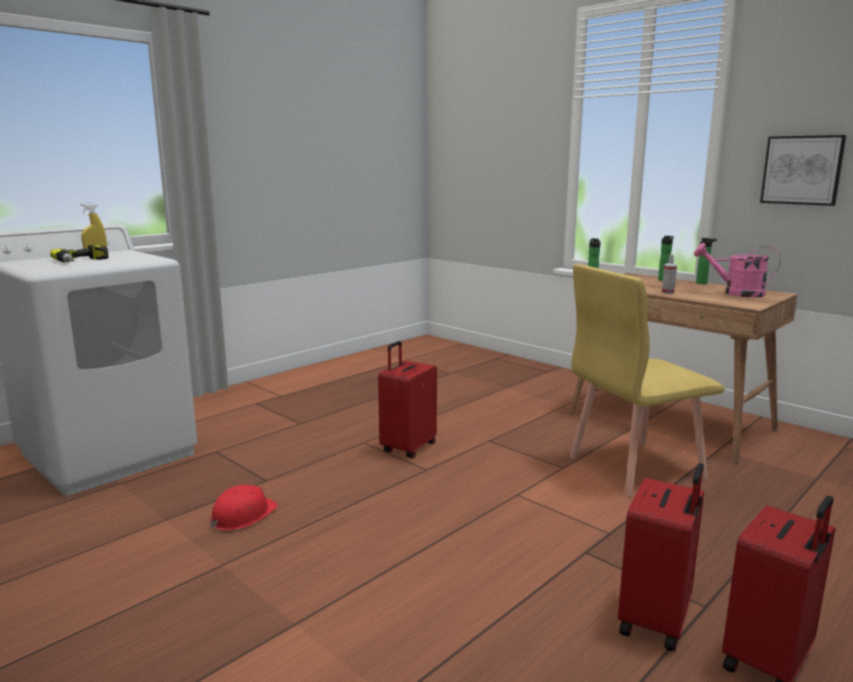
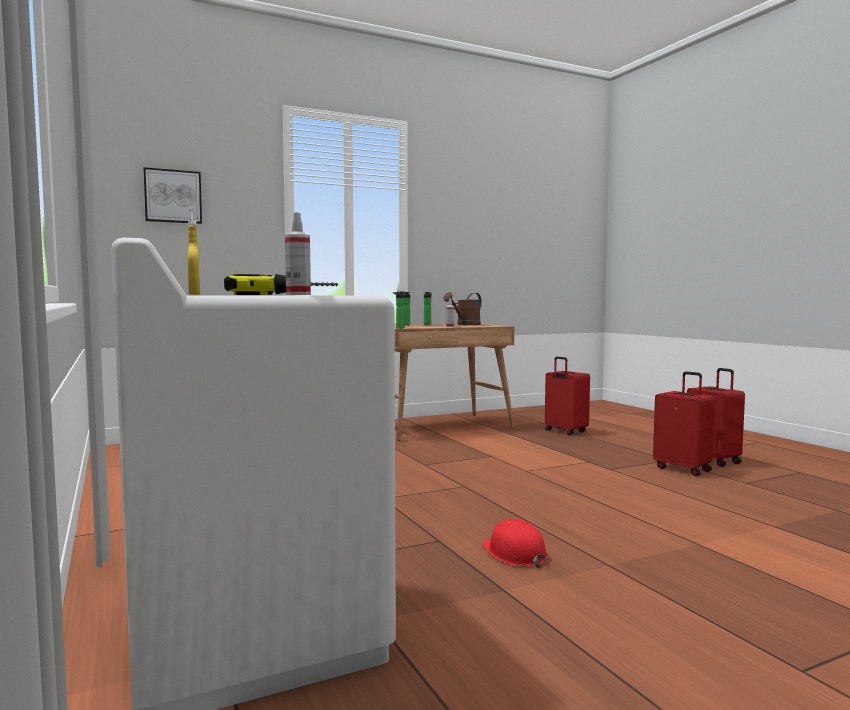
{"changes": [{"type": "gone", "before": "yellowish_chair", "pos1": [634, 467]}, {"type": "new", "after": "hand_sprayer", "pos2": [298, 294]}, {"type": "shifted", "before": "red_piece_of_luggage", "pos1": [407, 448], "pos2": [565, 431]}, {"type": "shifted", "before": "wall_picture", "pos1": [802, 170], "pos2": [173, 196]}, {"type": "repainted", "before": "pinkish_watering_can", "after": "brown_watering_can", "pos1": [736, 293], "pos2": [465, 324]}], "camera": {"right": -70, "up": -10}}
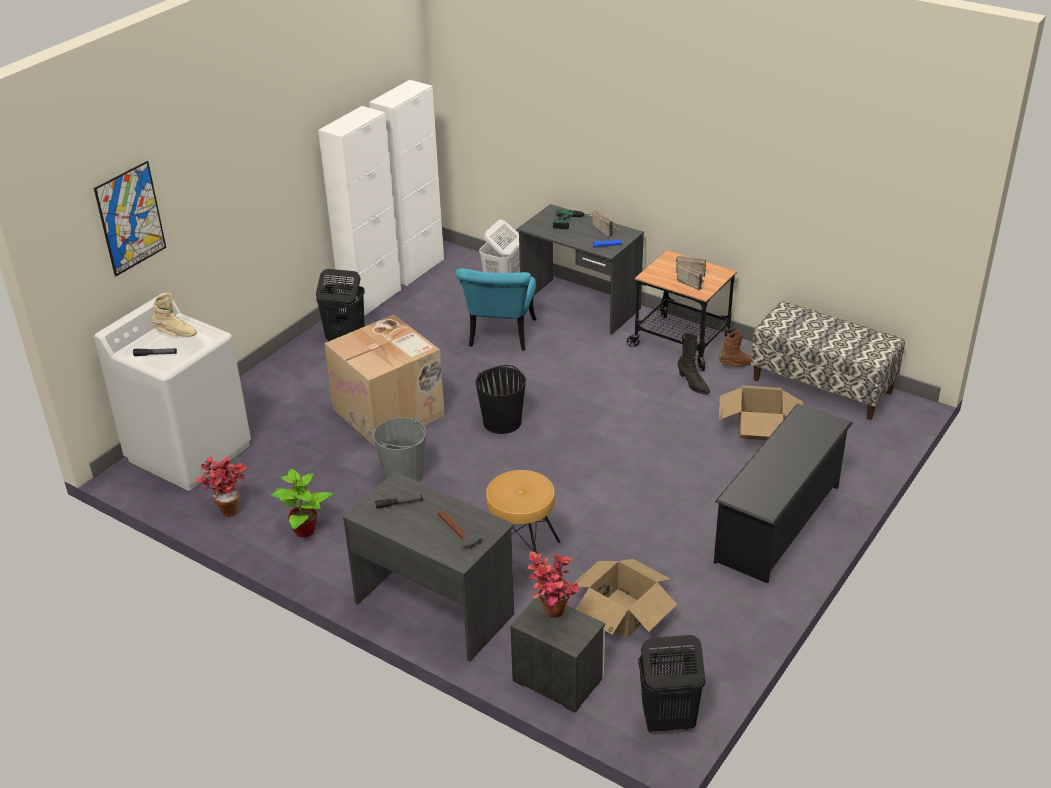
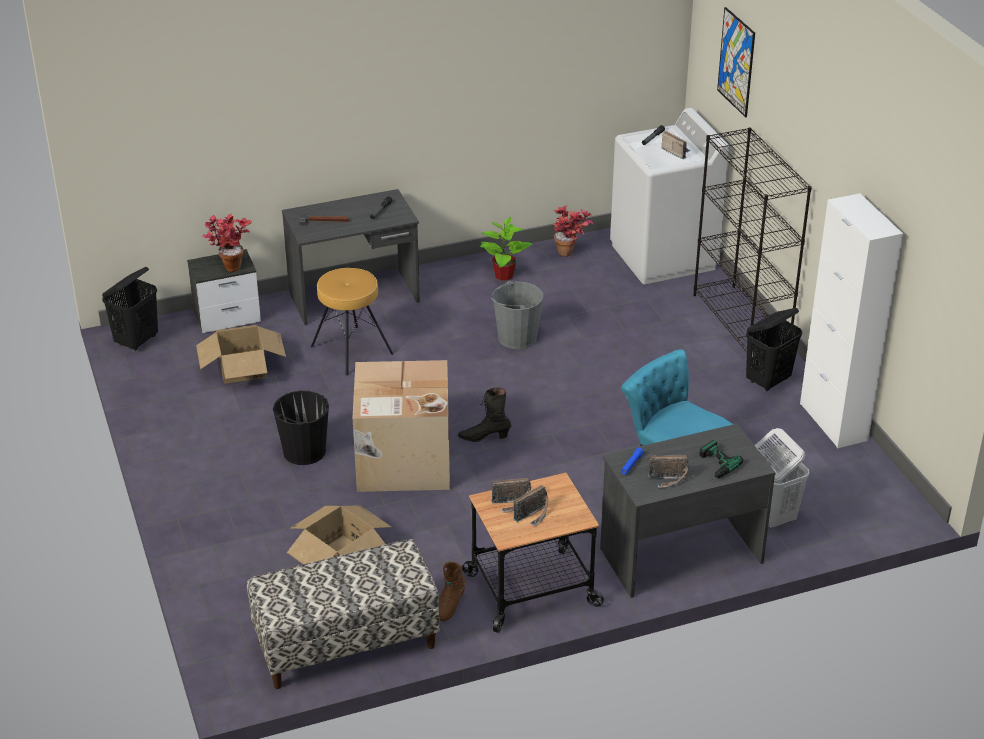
{"changes": [{"type": "gone", "before": "whitish_storage_cabinet", "pos1": [415, 269]}, {"type": "gone", "before": "black_shoe_rack", "pos1": [778, 523]}, {"type": "new", "after": "black_shelving_unit", "pos2": [741, 322]}, {"type": "shifted", "before": "carton", "pos1": [390, 412], "pos2": [402, 462]}, {"type": "shifted", "before": "black_water_bucket", "pos1": [502, 421], "pos2": [304, 451]}, {"type": "shifted", "before": "black_high-top_boot", "pos1": [693, 384], "pos2": [484, 437]}, {"type": "swapped", "before": "beige_high-top_boot", "after": "radio", "pos1": [175, 333], "pos2": [676, 152]}], "camera": {"right": 125, "up": 0}}
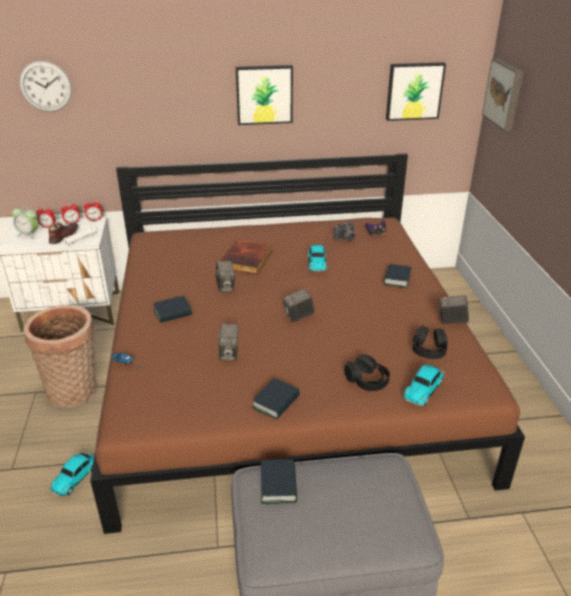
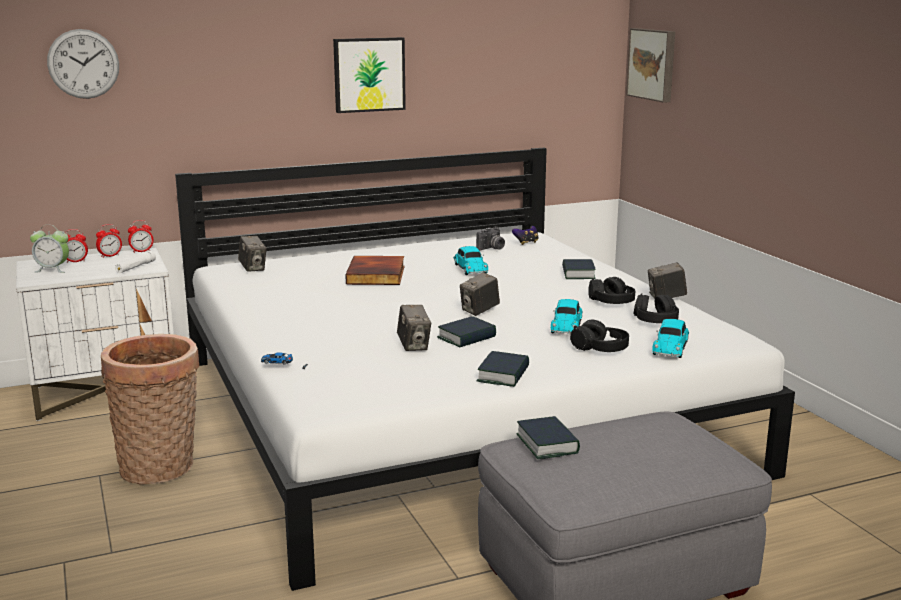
{"changes": [{"type": "gone", "before": "brown_item_of_footwear", "pos1": [63, 236]}, {"type": "gone", "before": "wall_picture", "pos1": [414, 91]}, {"type": "new", "after": "black_pair_of_headphones", "pos2": [611, 301]}, {"type": "shifted", "before": "model_car", "pos1": [76, 476], "pos2": [566, 325]}, {"type": "shifted", "before": "book", "pos1": [172, 312], "pos2": [466, 337]}, {"type": "shifted", "before": "still_camera", "pos1": [225, 287], "pos2": [253, 268]}, {"type": "repainted", "before": "brown_sleeping_bed", "after": "whitish_sleeping_bed", "pos1": [286, 370], "pos2": [451, 413]}], "camera": {"right": -15, "up": -15}}
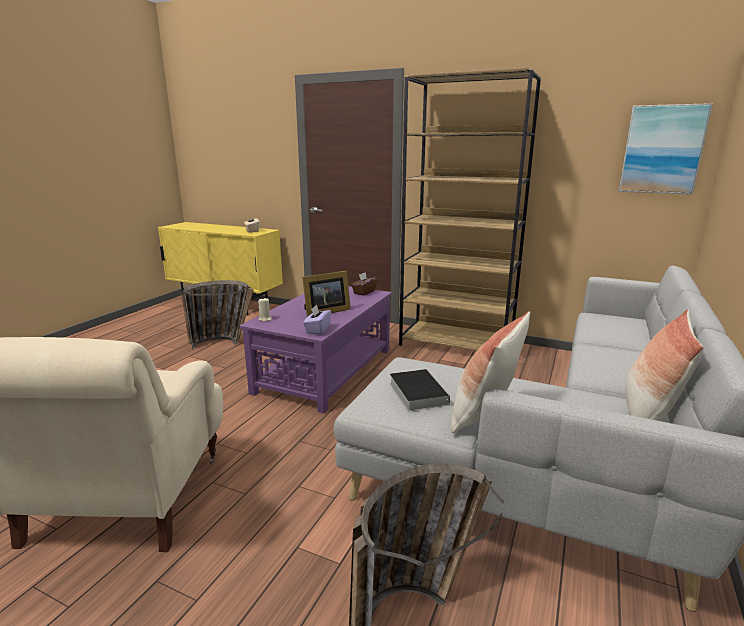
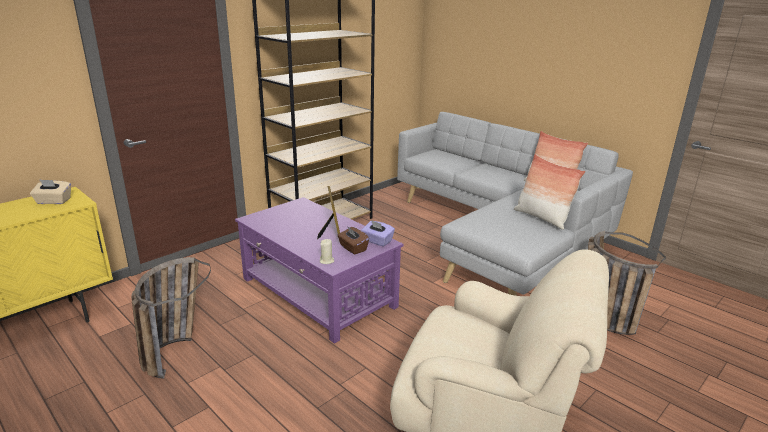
{"changes": [{"type": "gone", "before": "book", "pos1": [416, 392]}, {"type": "gone", "before": "wall_picture", "pos1": [662, 149]}, {"type": "shifted", "before": "brown_tissue_holder", "pos1": [364, 292], "pos2": [353, 248]}], "camera": {"right": -70, "up": 5}}
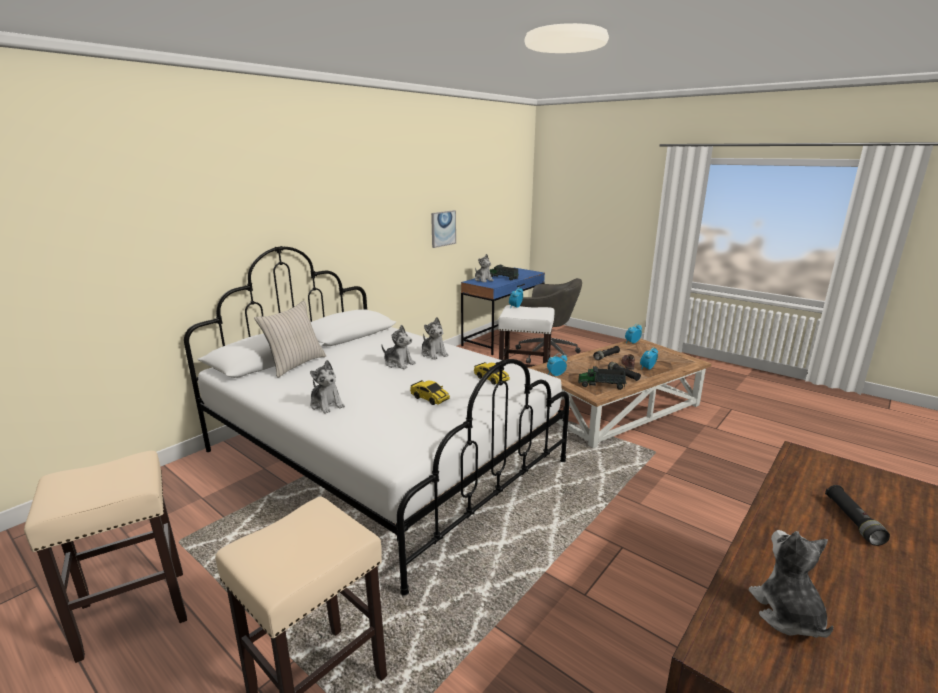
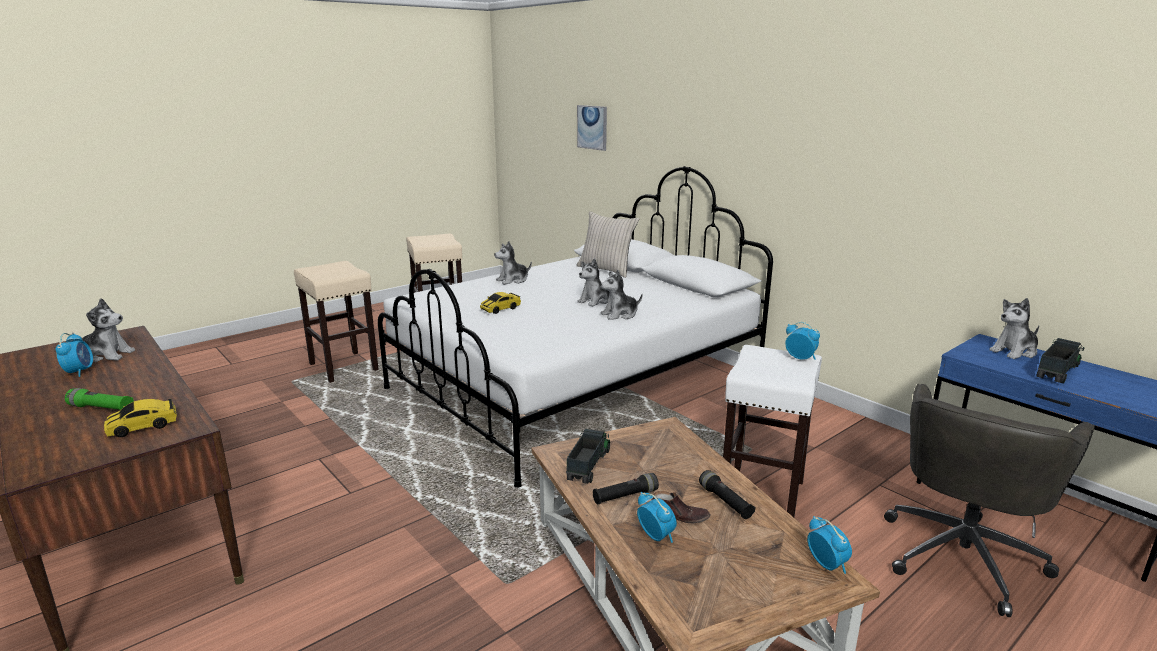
{"changes": [{"type": "shifted", "before": "wall_picture", "pos1": [443, 228], "pos2": [592, 127]}, {"type": "shifted", "before": "model_car", "pos1": [491, 379], "pos2": [143, 426]}, {"type": "shifted", "before": "bedside_clock", "pos1": [555, 375], "pos2": [80, 371]}, {"type": "repainted", "before": "black_flashlight", "after": "greenish_flashlight", "pos1": [852, 521], "pos2": [101, 408]}], "camera": {"right": 100, "up": 0}}
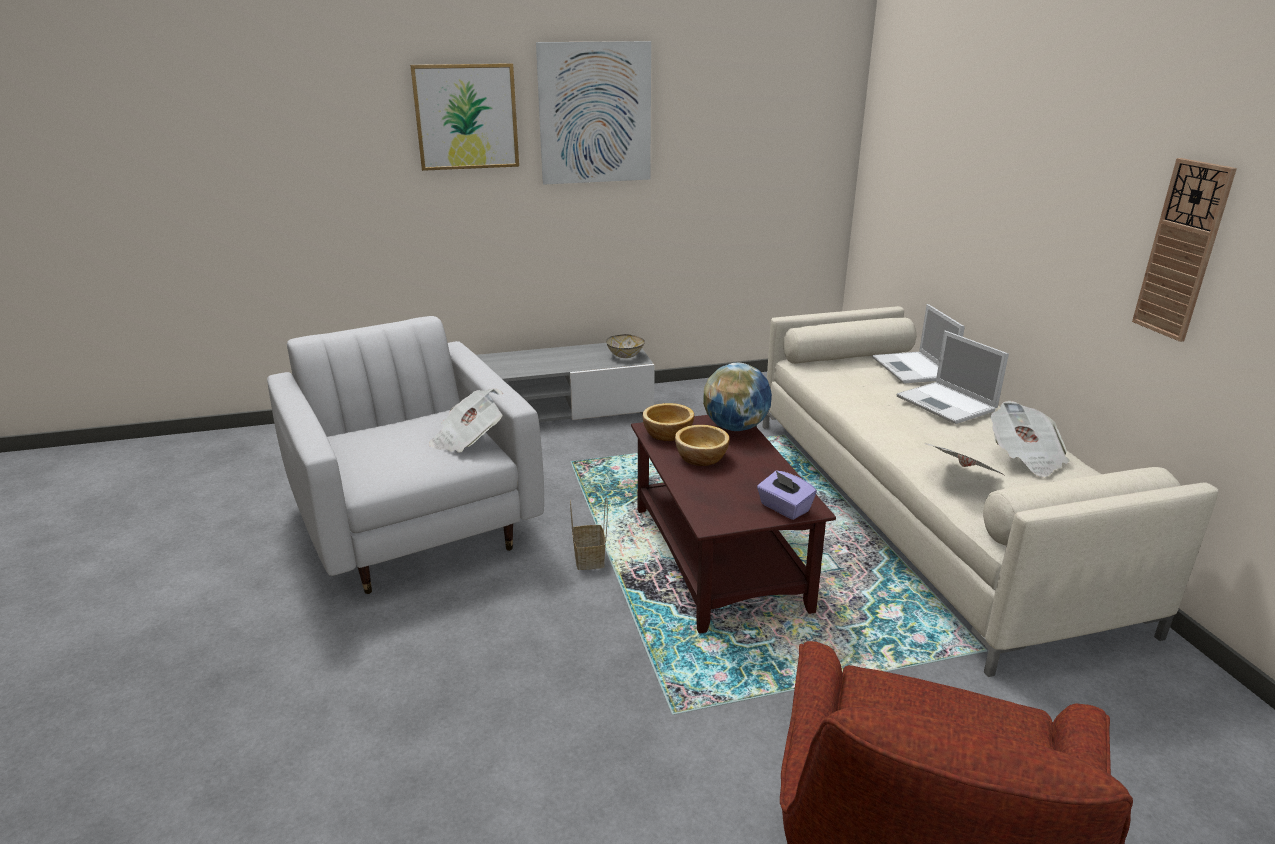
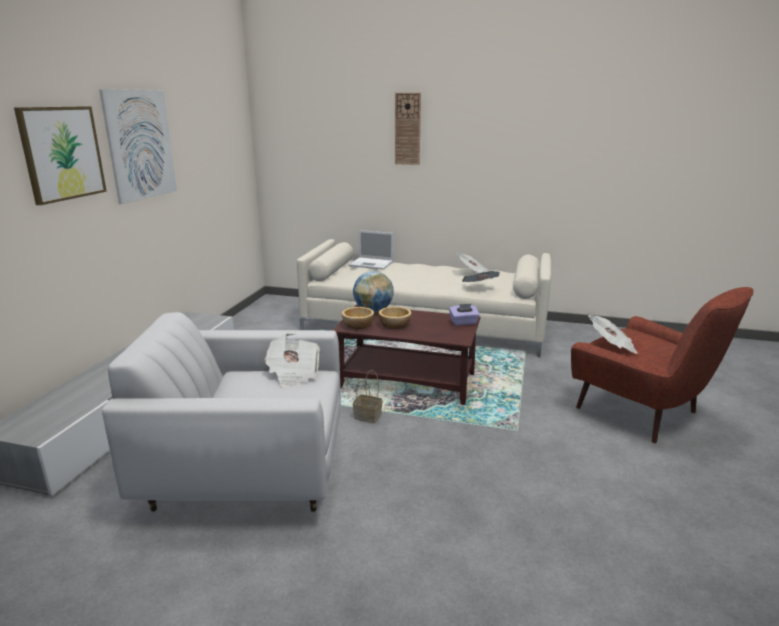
{"changes": [{"type": "gone", "before": "serving_bowl", "pos1": [625, 356]}, {"type": "gone", "before": "laptop", "pos1": [947, 404]}, {"type": "new", "after": "newspaper", "pos2": [611, 346]}, {"type": "shifted", "before": "hanging_clock", "pos1": [1182, 250], "pos2": [407, 129]}], "camera": {"right": -60, "up": -5}}
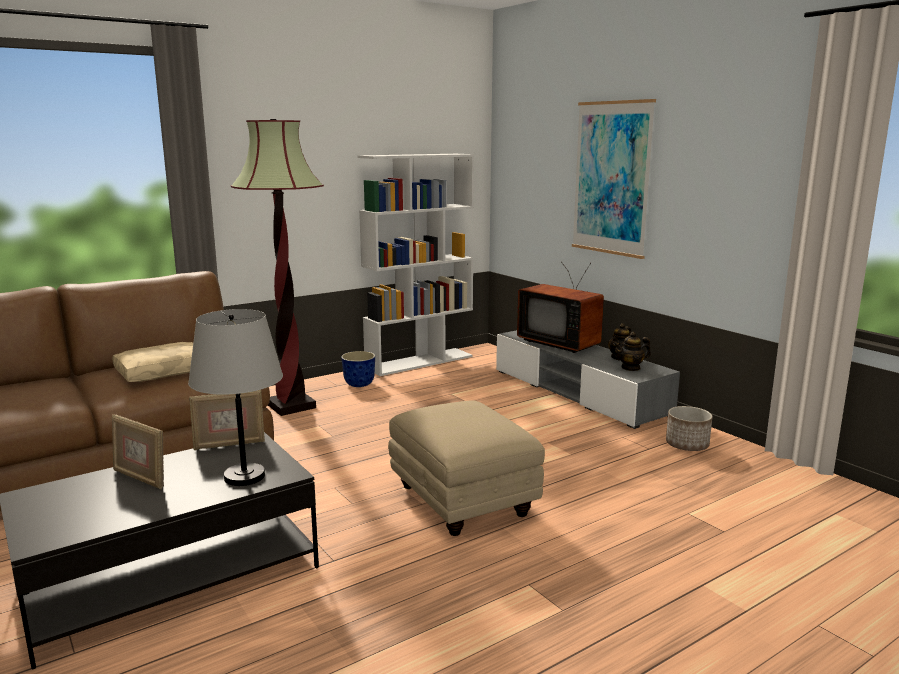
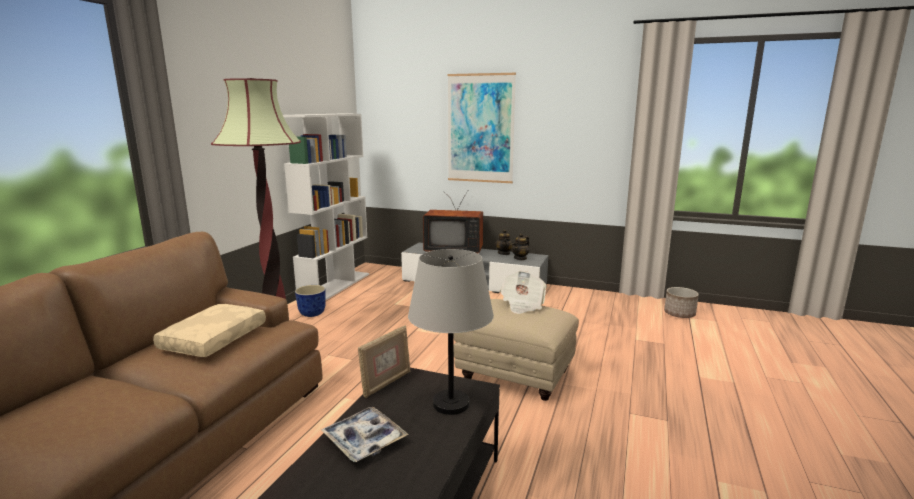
{"changes": [{"type": "new", "after": "newspaper", "pos2": [522, 304]}, {"type": "shifted", "before": "flower_pot", "pos1": [687, 445], "pos2": [679, 314]}, {"type": "swapped", "before": "picture_frame", "after": "serving_tray", "pos1": [140, 478], "pos2": [364, 440]}], "camera": {"right": -35, "up": 0}}
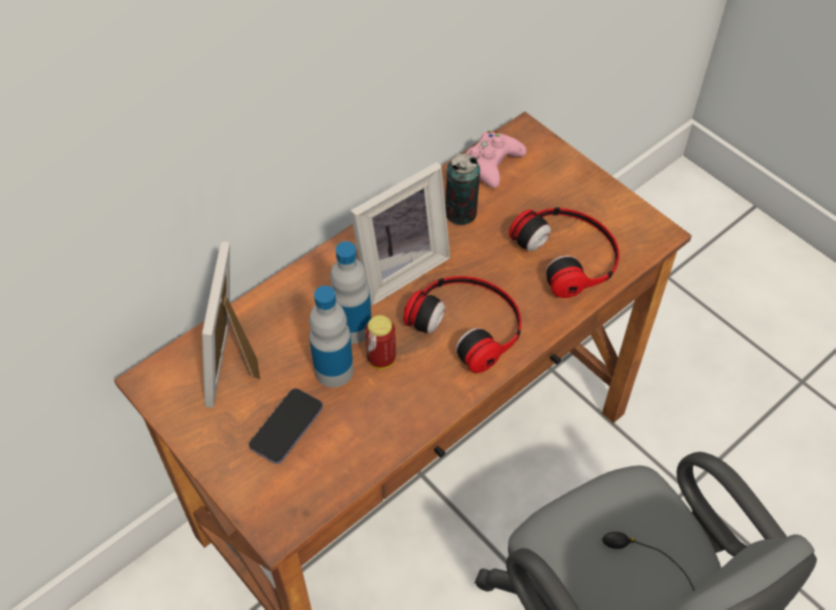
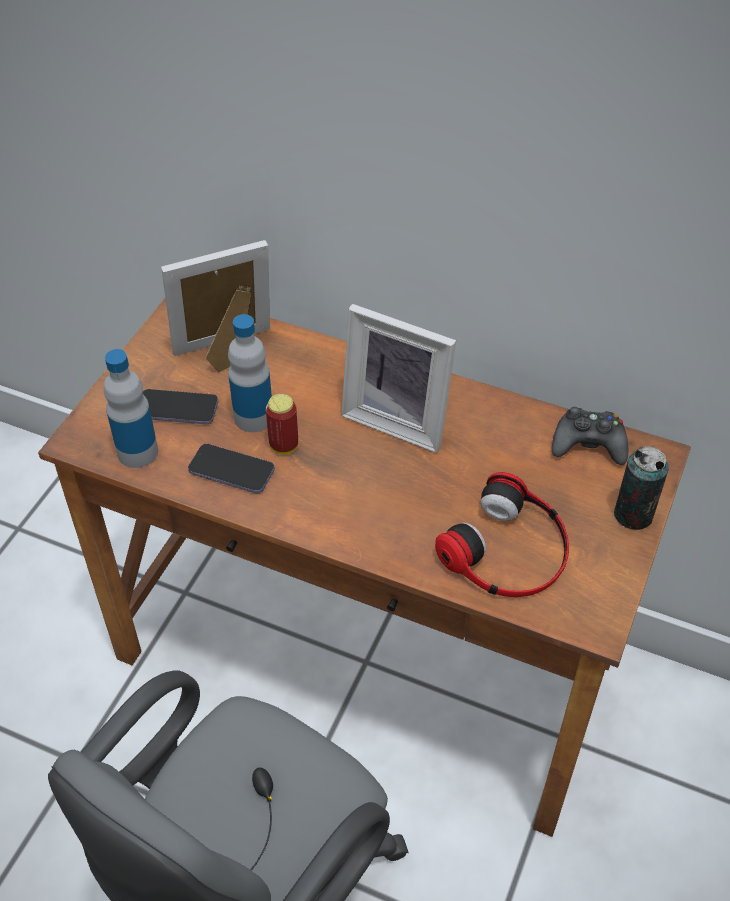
{"changes": [{"type": "gone", "before": "pair_of_headphones", "pos1": [468, 323]}, {"type": "new", "after": "telephone", "pos2": [231, 471]}, {"type": "shifted", "before": "drink_bottle", "pos1": [353, 328], "pos2": [137, 452]}, {"type": "shifted", "before": "metal_can", "pos1": [461, 213], "pos2": [633, 515]}, {"type": "repainted", "before": "pinkish_gamepad", "after": "black_gamepad", "pos1": [492, 164], "pos2": [589, 444]}], "camera": {"right": 65, "up": -5}}
